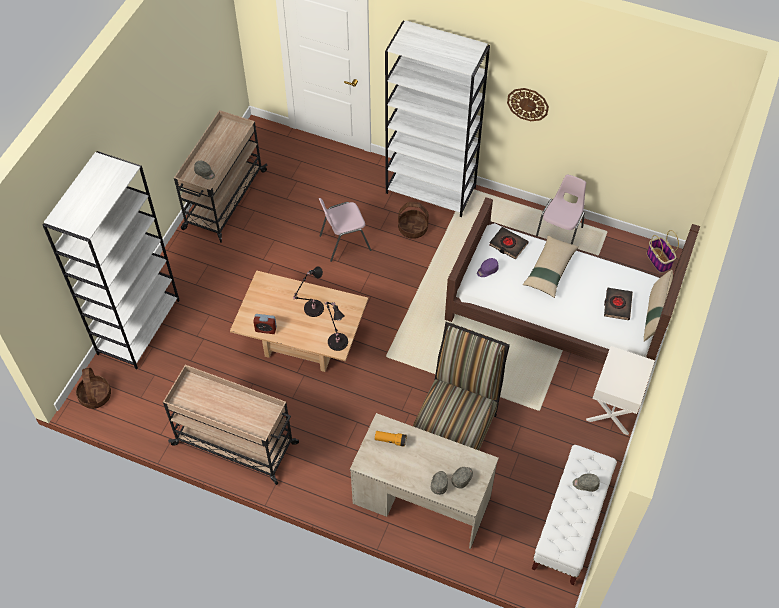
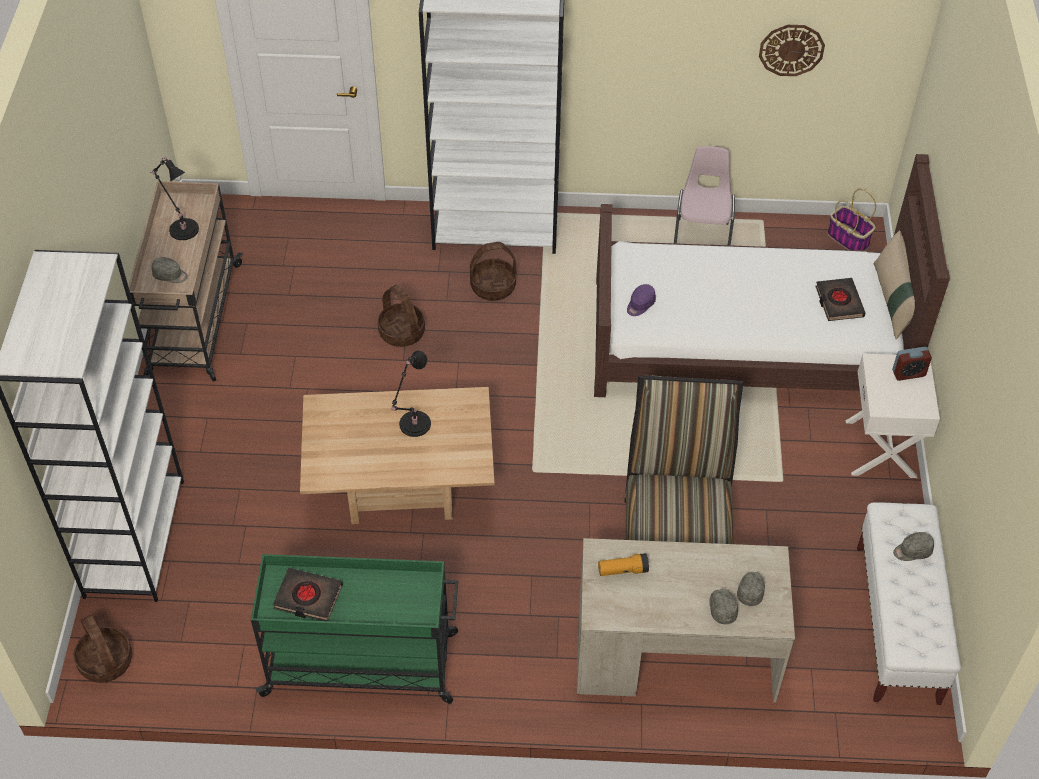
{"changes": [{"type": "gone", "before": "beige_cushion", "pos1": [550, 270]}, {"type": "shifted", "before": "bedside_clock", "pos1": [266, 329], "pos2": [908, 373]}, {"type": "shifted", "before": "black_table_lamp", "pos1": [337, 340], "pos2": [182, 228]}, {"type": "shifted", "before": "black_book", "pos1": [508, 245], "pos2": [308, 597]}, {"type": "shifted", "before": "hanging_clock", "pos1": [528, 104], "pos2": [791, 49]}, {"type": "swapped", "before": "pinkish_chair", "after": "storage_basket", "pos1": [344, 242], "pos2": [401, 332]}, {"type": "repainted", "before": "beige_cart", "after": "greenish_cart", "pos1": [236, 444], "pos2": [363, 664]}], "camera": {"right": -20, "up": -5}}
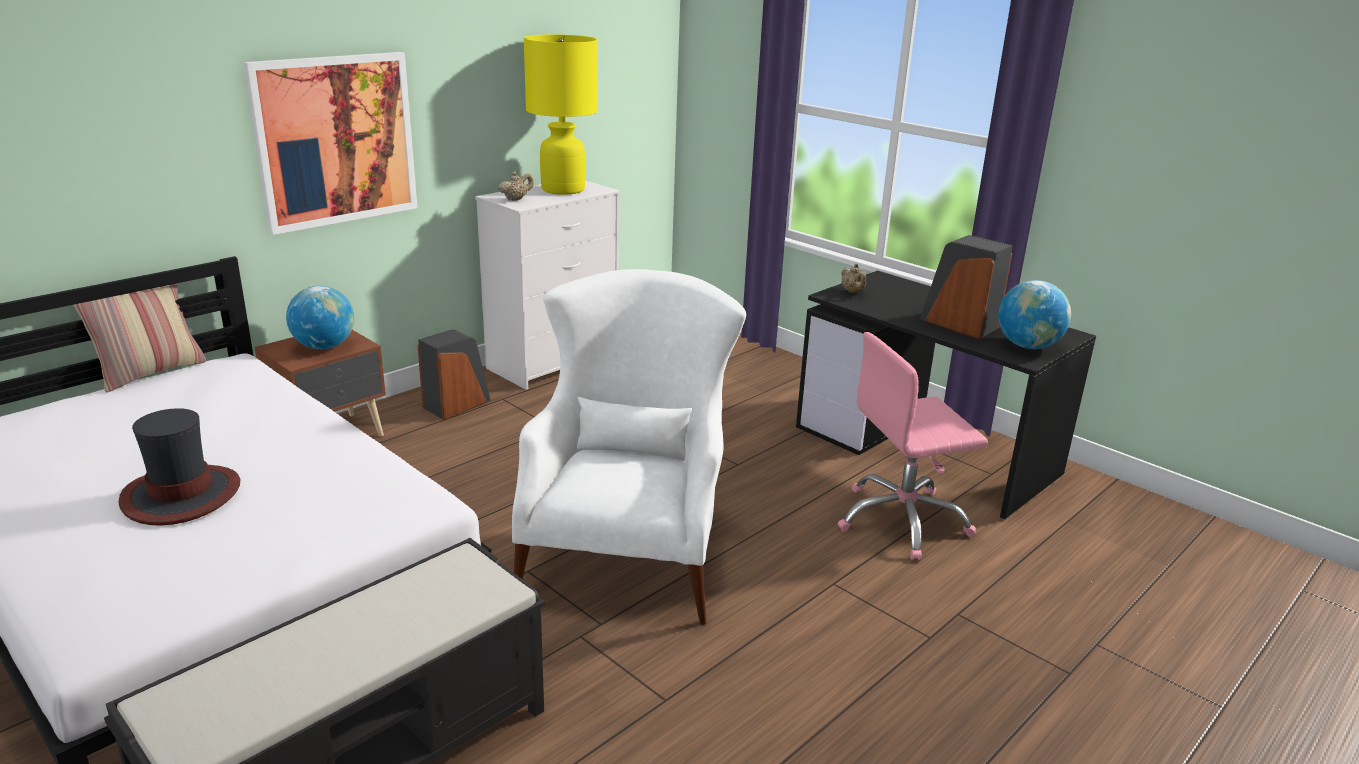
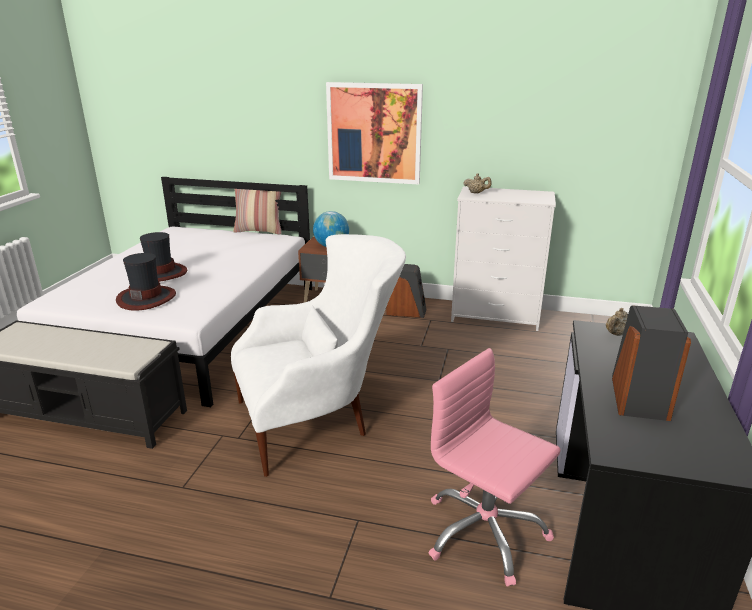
{"changes": [{"type": "gone", "before": "yellowish_table_lamp", "pos1": [563, 189]}, {"type": "gone", "before": "desk_globe", "pos1": [1028, 346]}, {"type": "new", "after": "clothing_hat", "pos2": [146, 298]}], "camera": {"right": 60, "up": 0}}
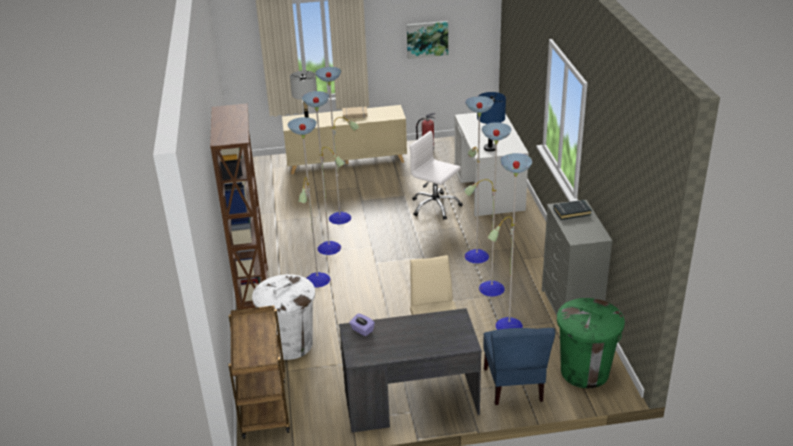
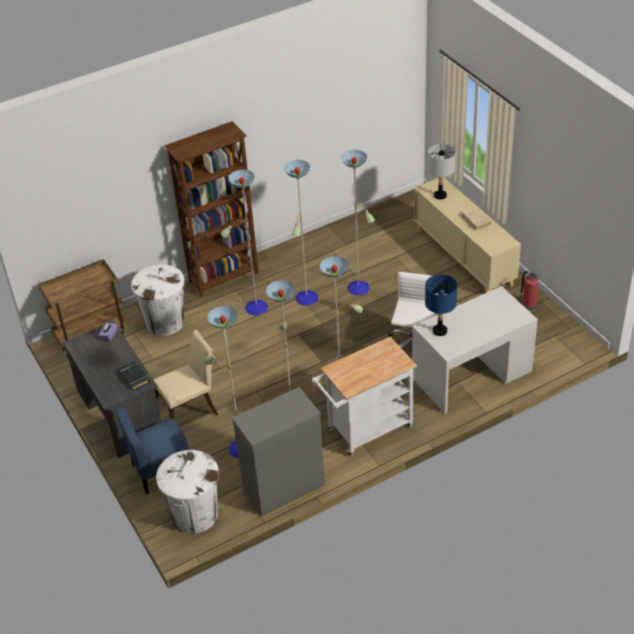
{"changes": [{"type": "gone", "before": "wall_picture", "pos1": [427, 39]}, {"type": "new", "after": "whitish_cart", "pos2": [365, 430]}, {"type": "shifted", "before": "black_book", "pos1": [572, 212], "pos2": [135, 377]}, {"type": "repainted", "before": "greenish_rubbish_bin", "after": "whitish_rubbish_bin", "pos1": [584, 372], "pos2": [195, 515]}], "camera": {"right": 70, "up": 10}}
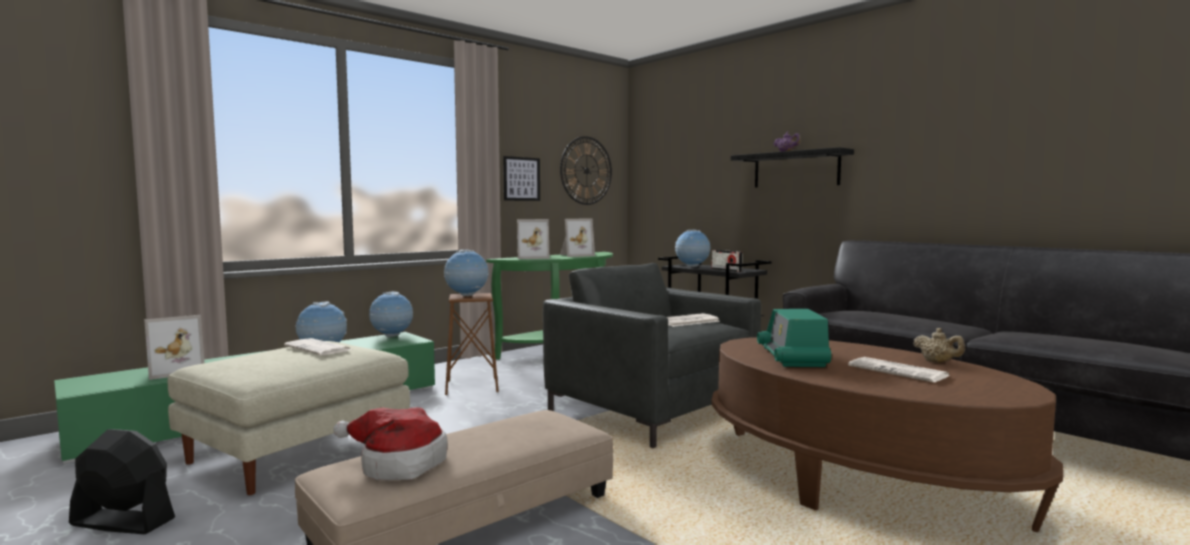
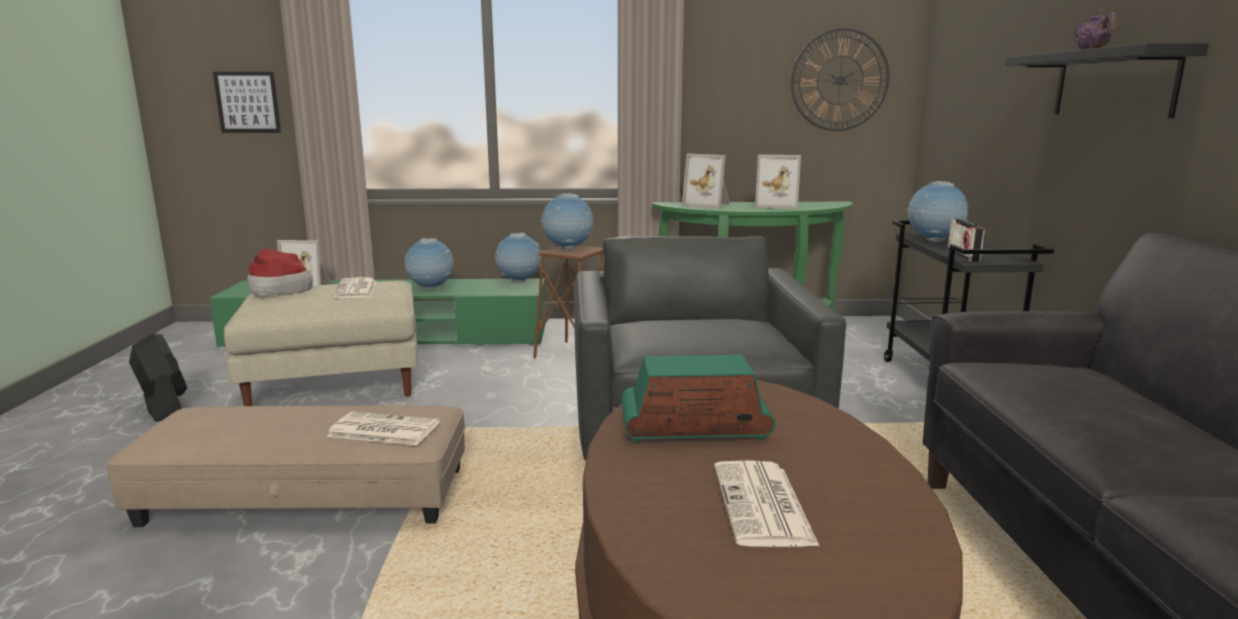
{"changes": [{"type": "gone", "before": "beige_tea_pot", "pos1": [937, 362]}, {"type": "shifted", "before": "clothing_hat", "pos1": [398, 465], "pos2": [278, 289]}, {"type": "shifted", "before": "wall_picture", "pos1": [521, 179], "pos2": [248, 102]}, {"type": "shifted", "before": "newspaper", "pos1": [687, 321], "pos2": [382, 430]}, {"type": "rotated", "before": "radio", "pos1": [792, 357], "pos2": [694, 427], "turn": 45}], "camera": {"right": 40, "up": 10}}
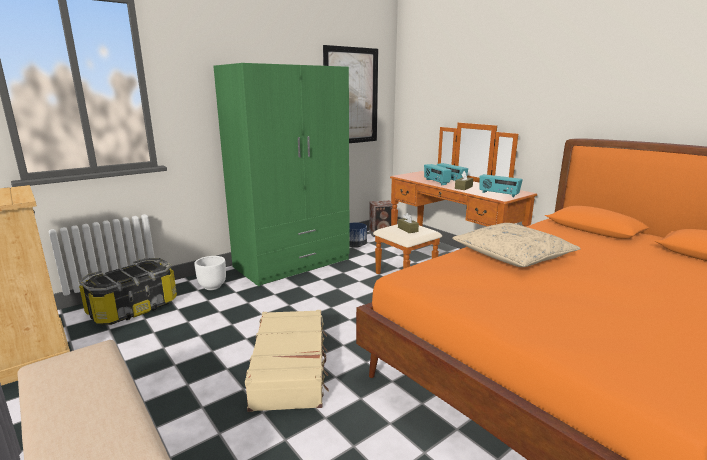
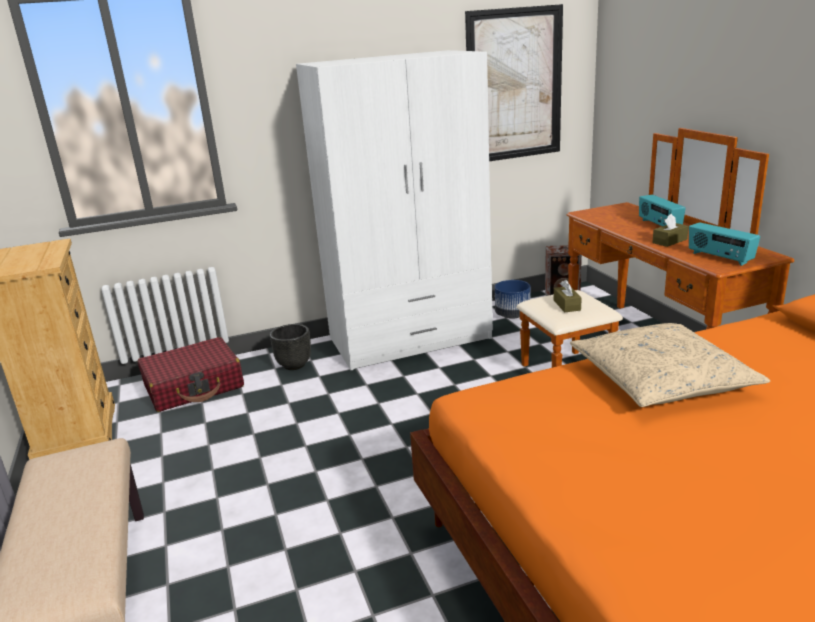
{"changes": [{"type": "gone", "before": "beige_piece_of_luggage", "pos1": [290, 368]}, {"type": "gone", "before": "radio", "pos1": [436, 182]}, {"type": "swapped", "before": "storage_container", "after": "red_piece_of_luggage", "pos1": [133, 308], "pos2": [194, 386]}, {"type": "repainted", "before": "whitish_flower_pot", "after": "black_flower_pot", "pos1": [212, 286], "pos2": [294, 365]}, {"type": "repainted", "before": "greenish_armoire", "after": "whitish_armoire", "pos1": [293, 263], "pos2": [410, 338]}], "camera": {"right": 20, "up": 5}}
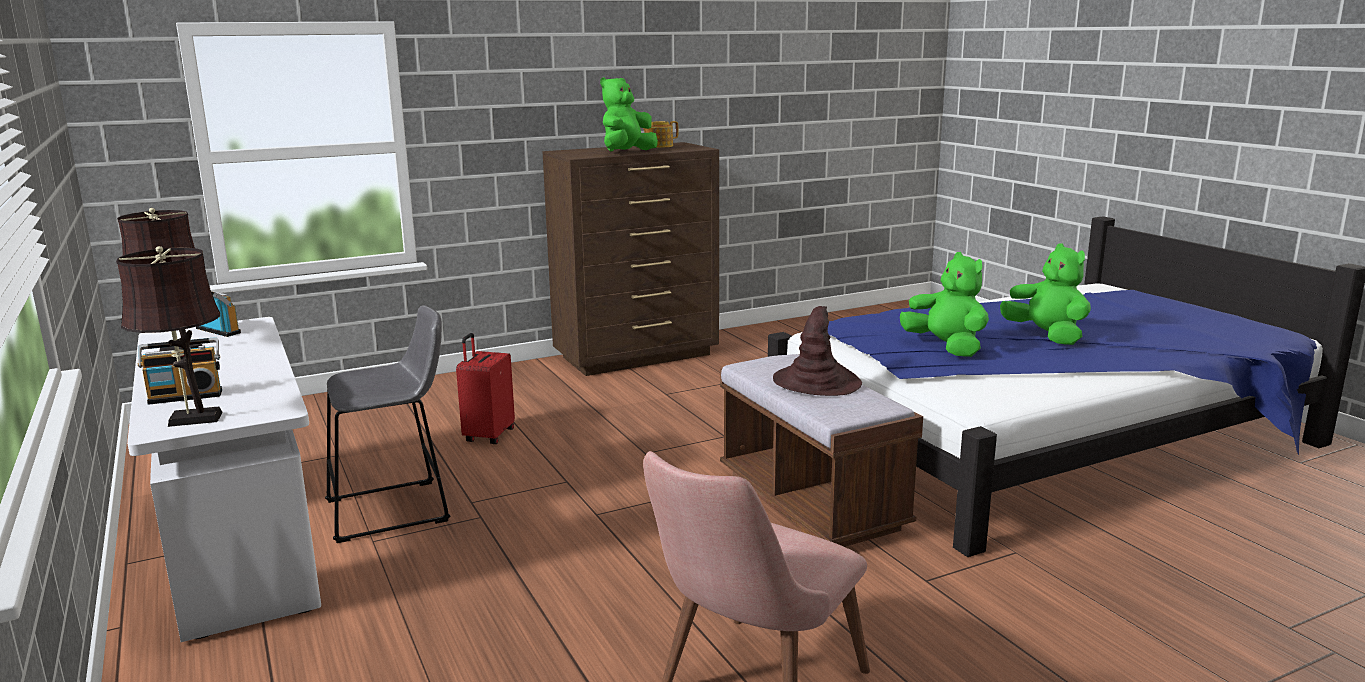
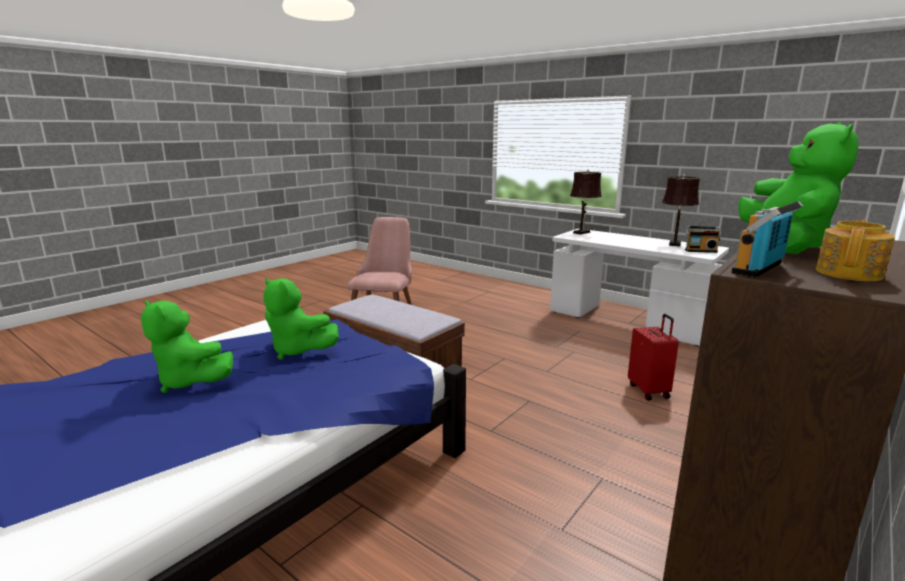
{"changes": [{"type": "gone", "before": "grey_stool_seat", "pos1": [395, 510]}, {"type": "gone", "before": "brown_clothing_hat", "pos1": [817, 382]}, {"type": "shifted", "before": "radio", "pos1": [186, 396], "pos2": [761, 269]}], "camera": {"right": 155, "up": 0}}
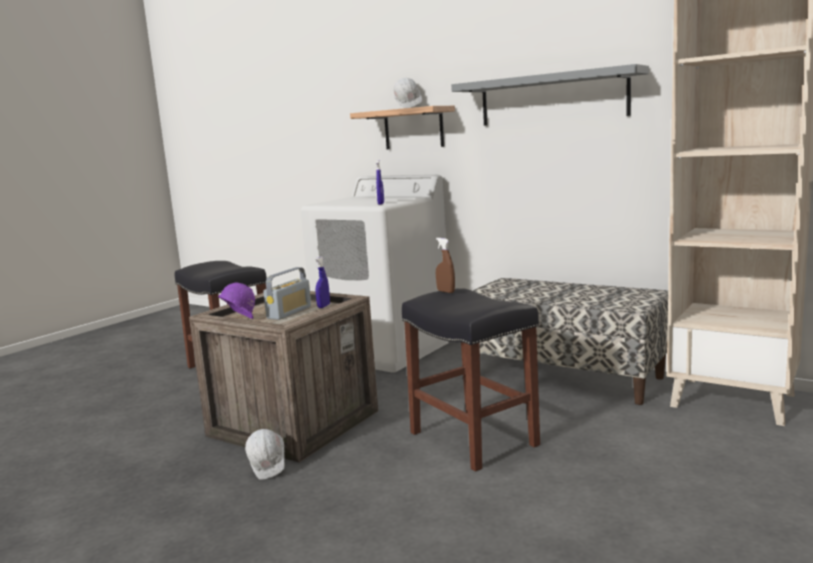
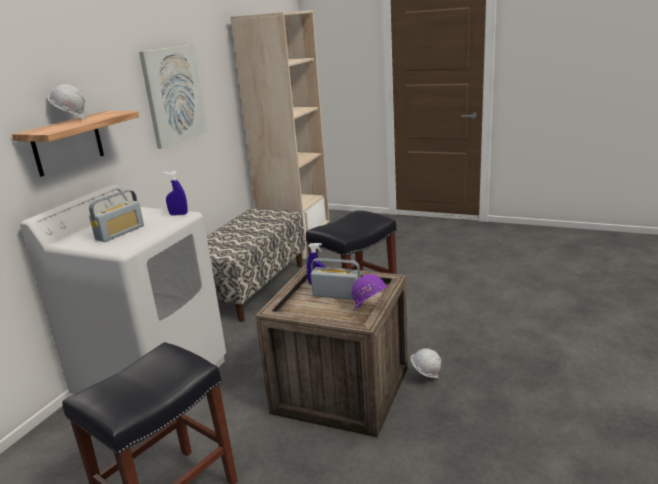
{"changes": [{"type": "gone", "before": "brown_hand_sprayer", "pos1": [445, 291]}, {"type": "new", "after": "radio", "pos2": [120, 233]}, {"type": "swapped", "before": "grey_wall_shelf", "after": "wall_picture", "pos1": [552, 98], "pos2": [173, 95]}], "camera": {"right": -100, "up": 10}}
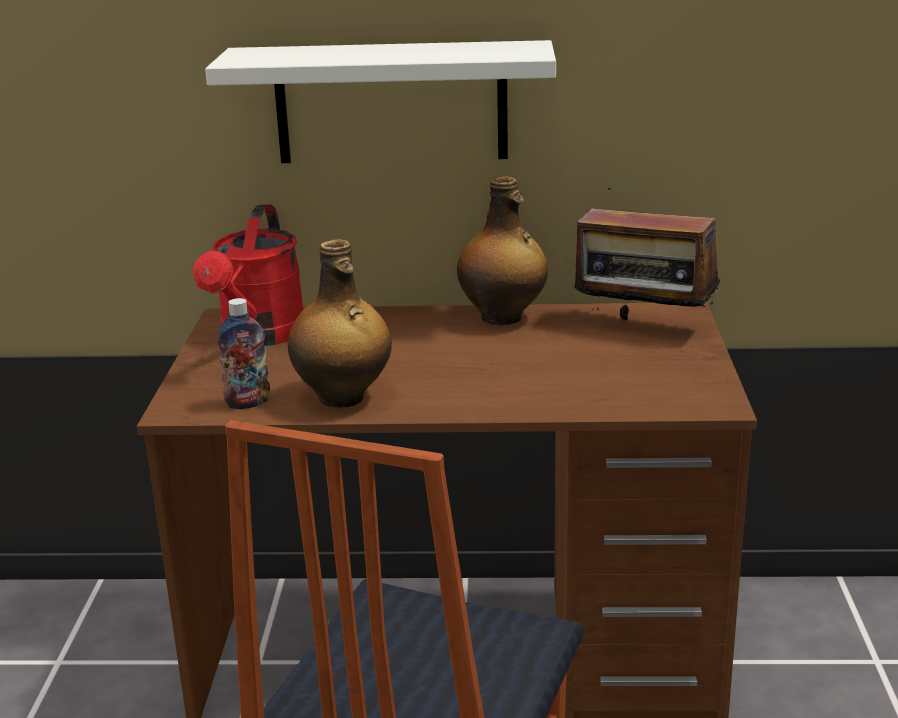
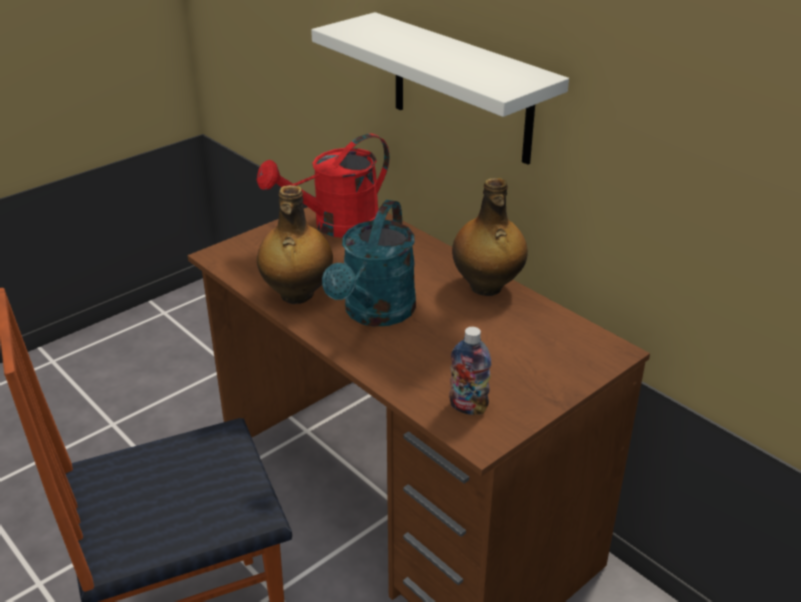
{"changes": [{"type": "gone", "before": "radio", "pos1": [643, 328]}, {"type": "new", "after": "turquoise_watering_can", "pos2": [375, 314]}, {"type": "shifted", "before": "drink_bottle", "pos1": [248, 403], "pos2": [468, 407]}], "camera": {"right": 45, "up": 10}}
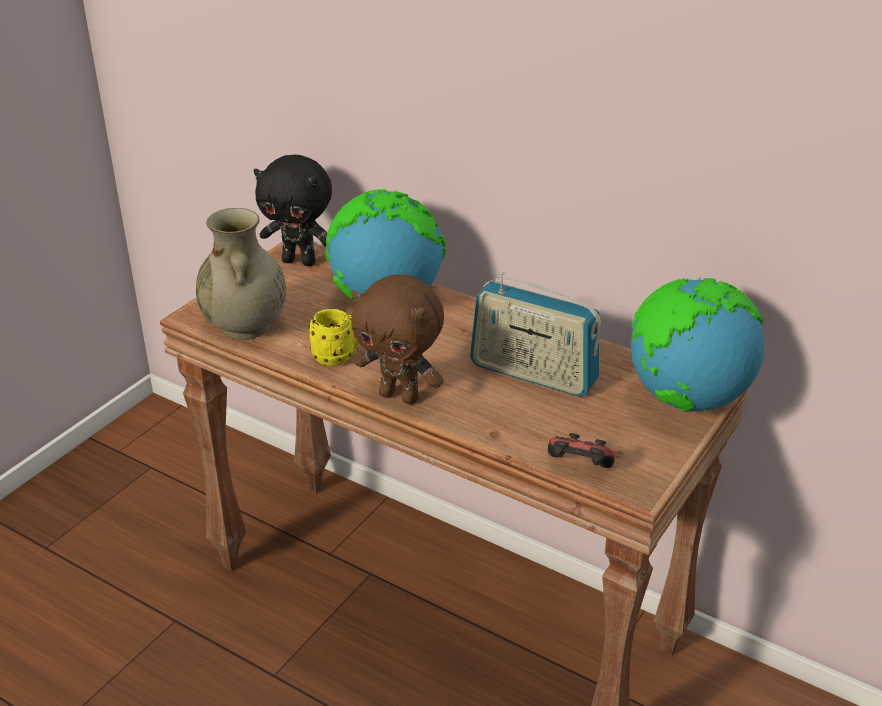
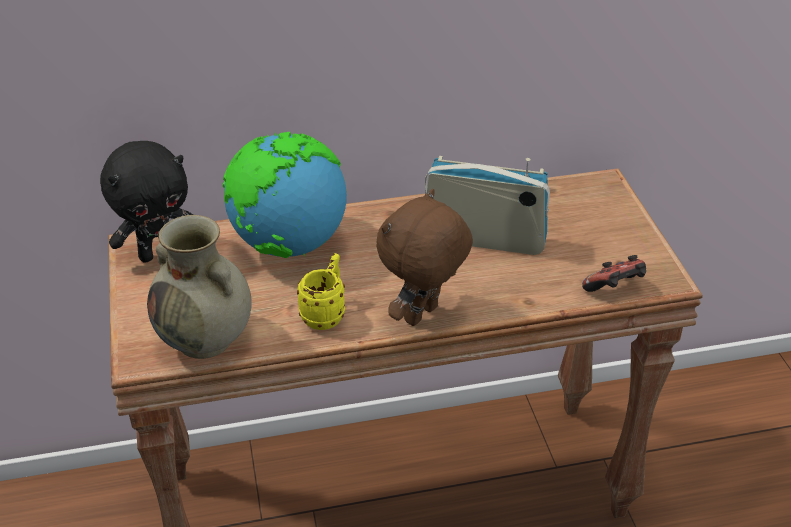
{"changes": [{"type": "gone", "before": "desk_globe", "pos1": [686, 400]}, {"type": "rotated", "before": "brown_plush_toy", "pos1": [400, 396], "pos2": [423, 316], "turn": 150}, {"type": "rotated", "before": "radio", "pos1": [533, 373], "pos2": [484, 239], "turn": -150}], "camera": {"right": -45, "up": 5}}
